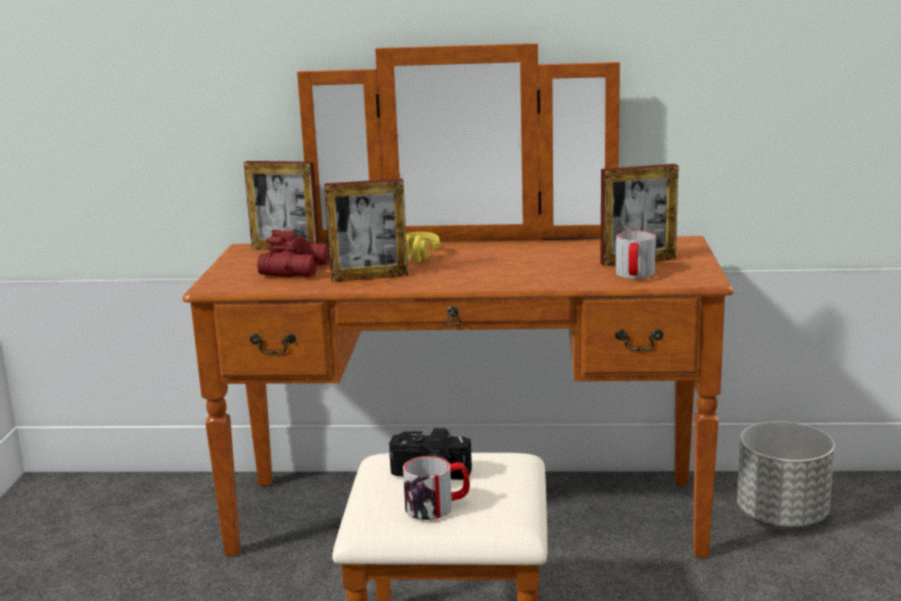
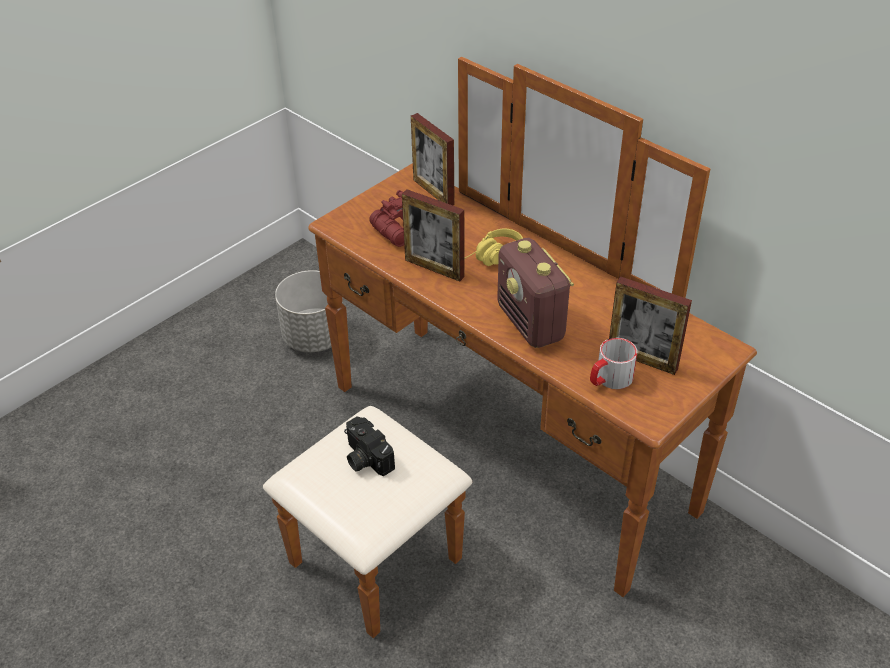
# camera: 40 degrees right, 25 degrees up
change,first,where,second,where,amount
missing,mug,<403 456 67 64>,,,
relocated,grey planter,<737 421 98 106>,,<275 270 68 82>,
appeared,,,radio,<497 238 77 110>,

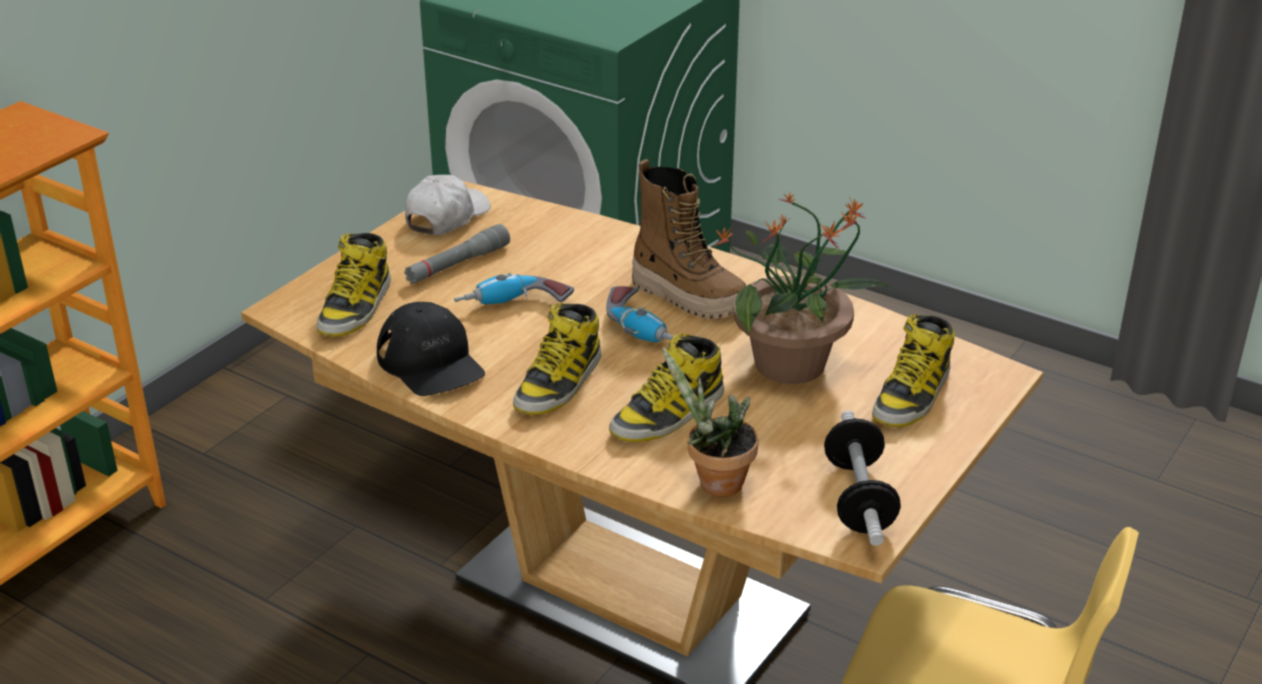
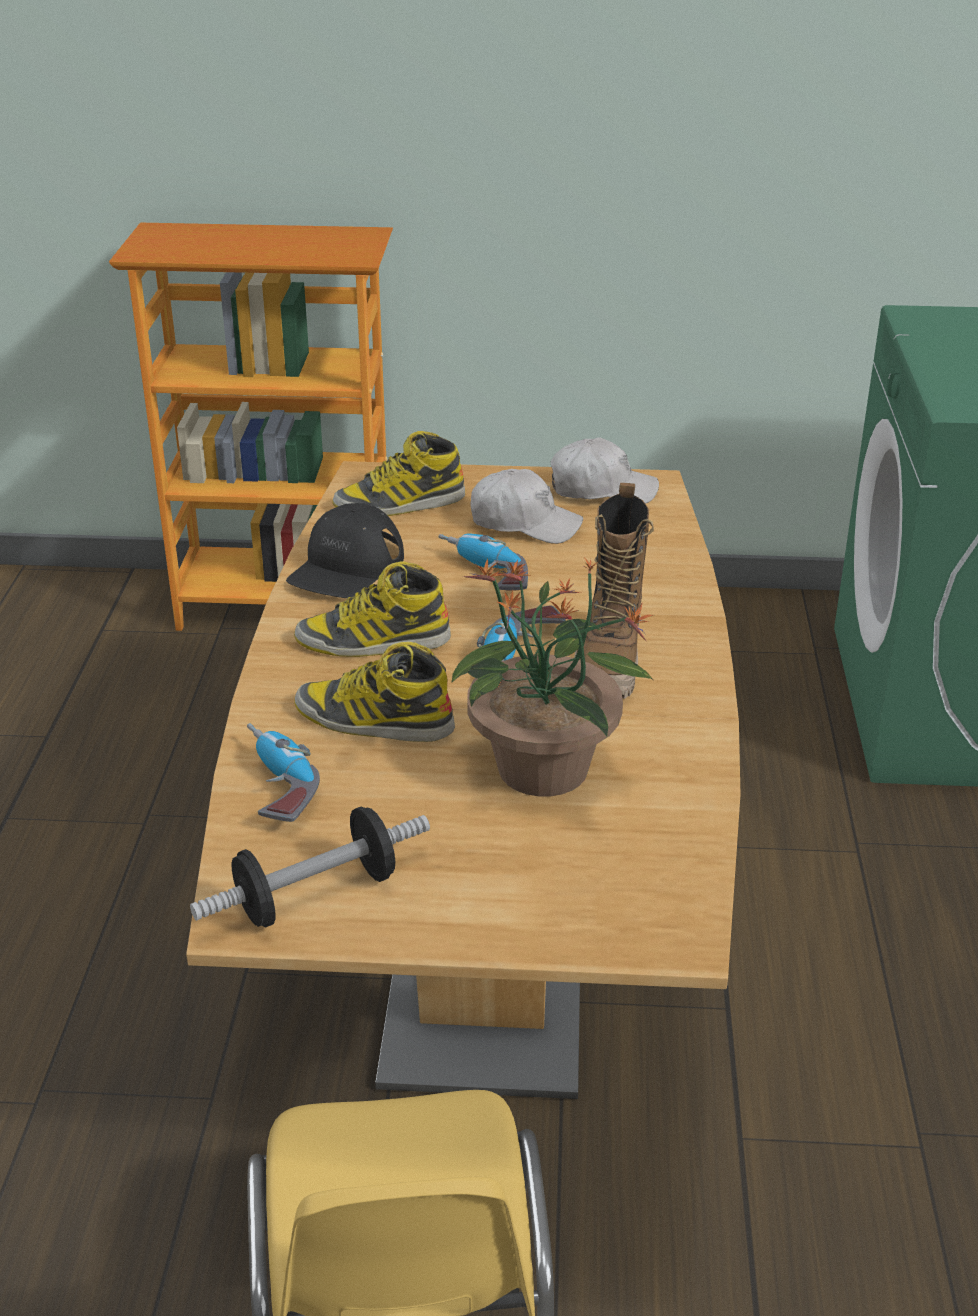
# camera: 60 degrees right, 0 degrees up
change,first,where,second,where,amount
exchanged,grey flashlight,<404 224 106 60>,white cap,<470 469 113 75>,
exchanged,potted plant,<662 347 96 150>,power drill,<247 723 73 99>,
missing,boot,<872 314 83 113>,,,

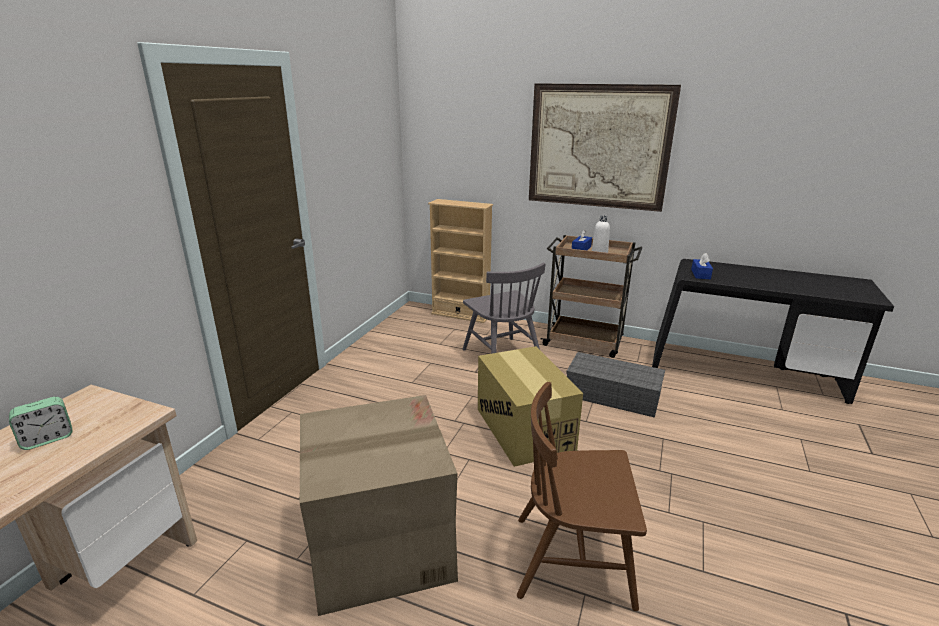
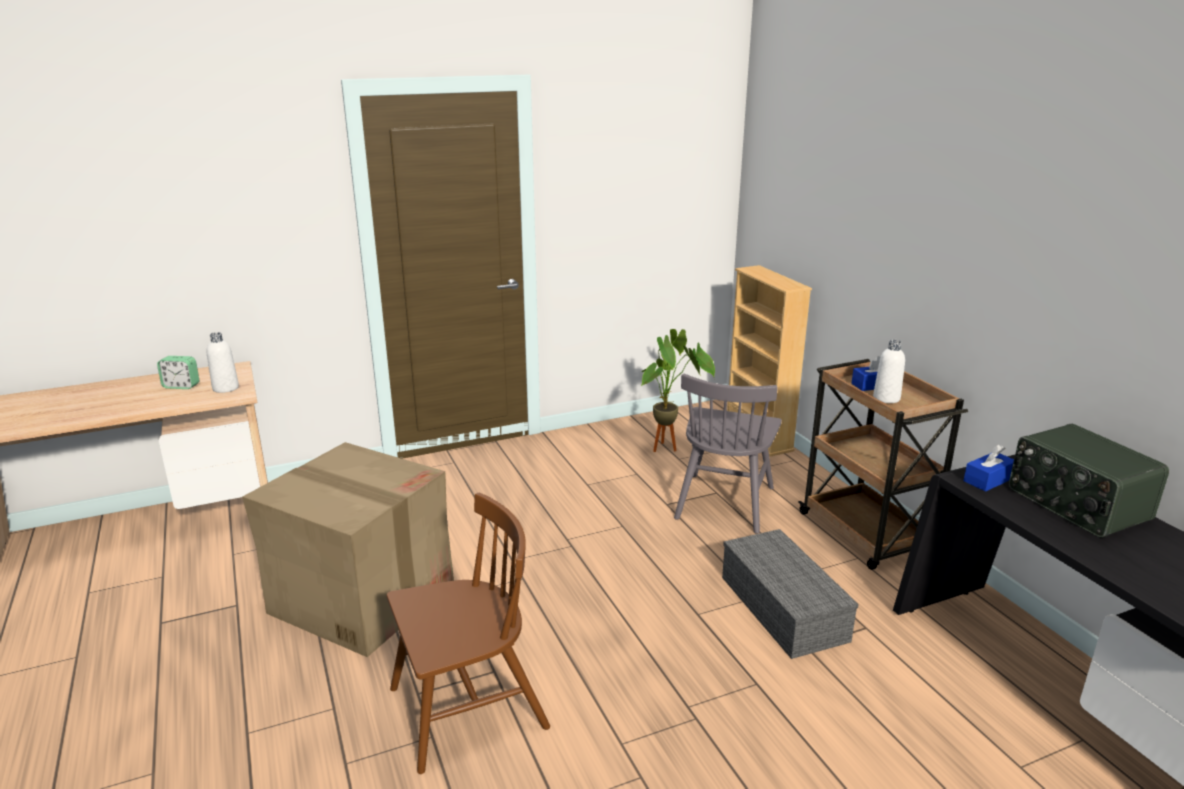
# camera: 45 degrees right, 0 degrees up
change,first,where,second,where,amount
missing,cardboard box,<478 346 105 121>,,,
spun,brown chair,<517 382 130 229>,,<387 493 163 281>,105 degrees clockwise
missing,picture,<529 83 152 129>,,,
appeared,,,white bottle,<207 332 32 61>,
appeared,,,potted plant,<641 329 74 123>,
appeared,,,radio,<1009 424 160 114>,

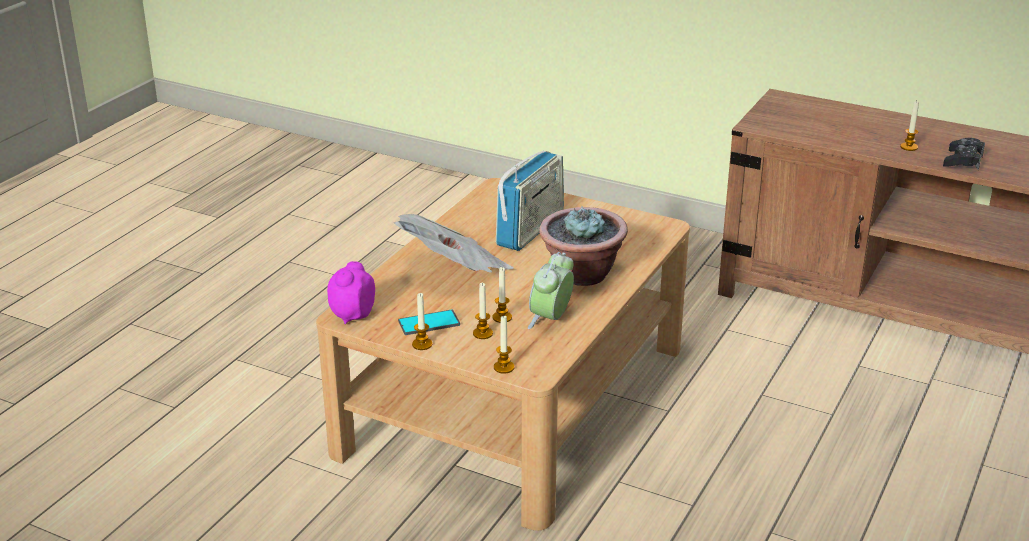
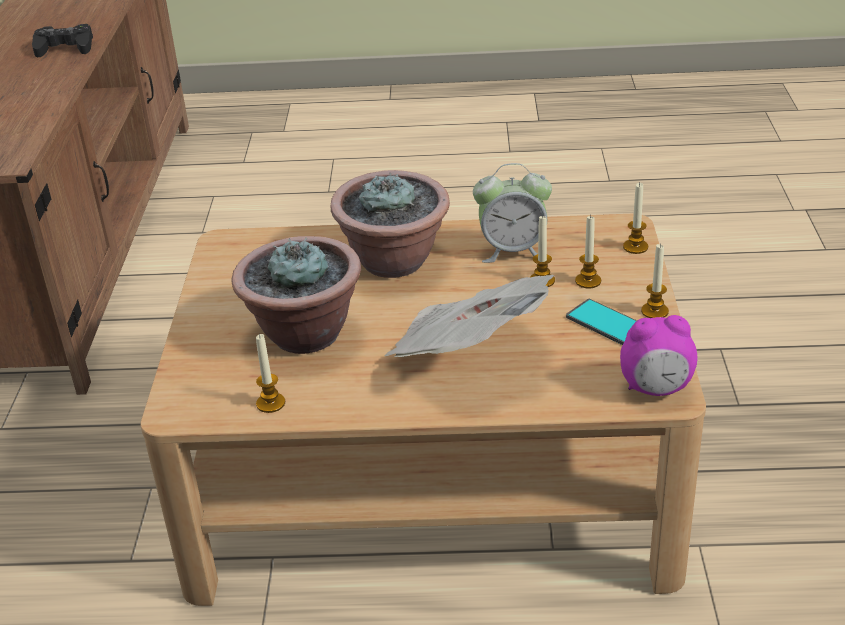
# camera: 115 degrees left, 5 degrees up
change,first,where,second,where,amount
exchanged,radio,<496 151 68 100>,potted plant,<232 236 129 118>,
relocated,candle,<900 101 19 50>,,<256 334 29 79>,

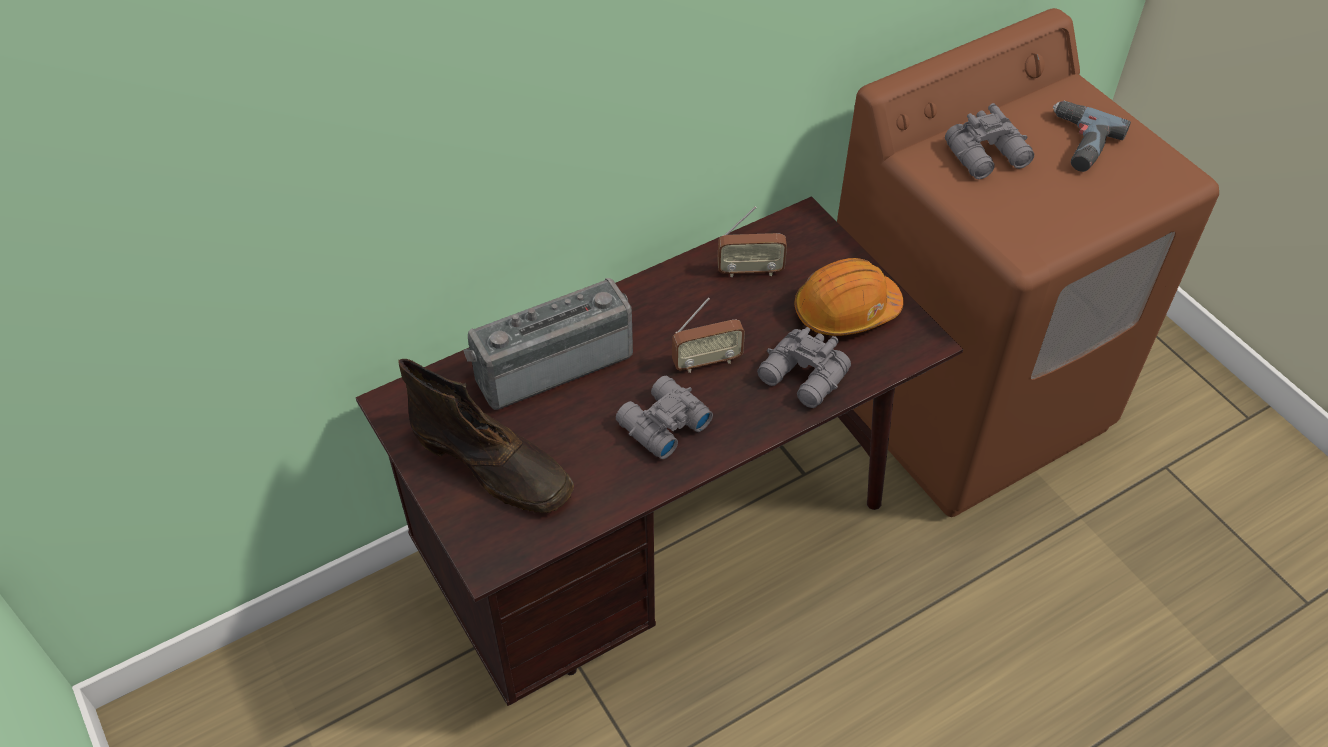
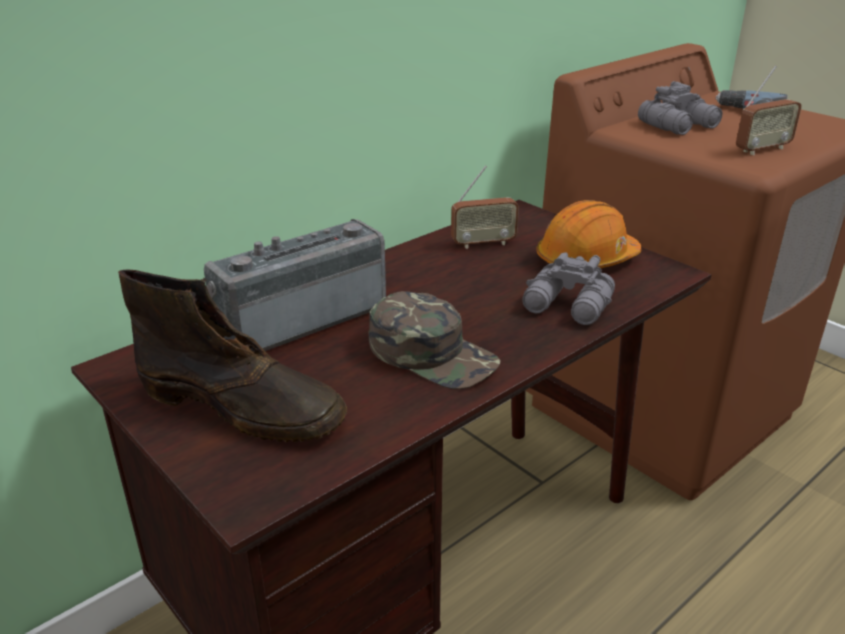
# camera: 10 degrees left, 20 degrees down
change,first,where,second,where,amount
exchanged,grey binoculars,<616 376 97 83>,green cap,<369 291 132 98>,
relocated,radio,<672 298 73 75>,,<736 65 66 90>,

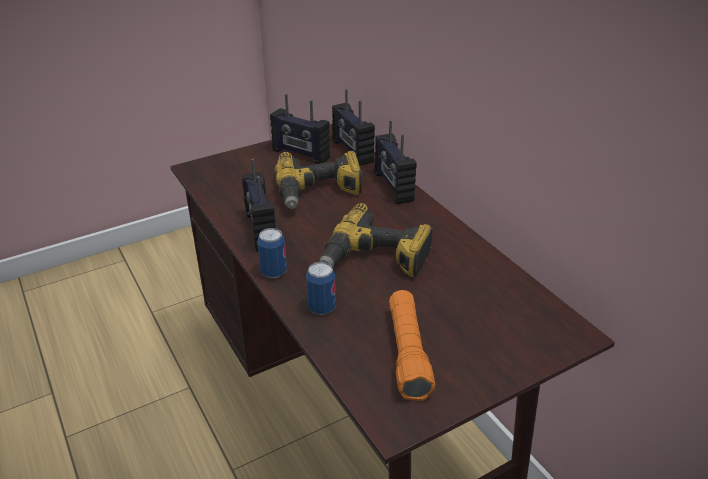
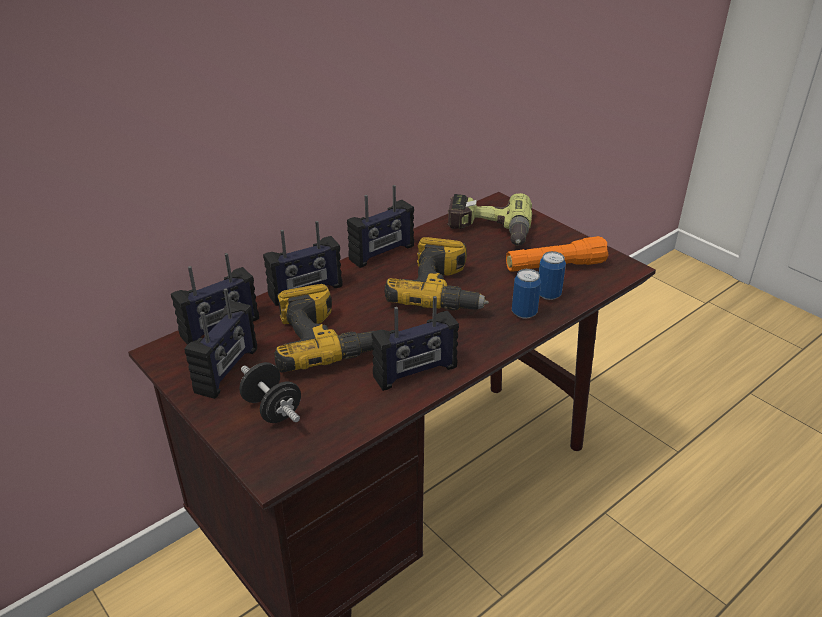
# camera: 100 degrees left, 0 degrees up
change,first,where,second,where,amount
relocated,can,<257 228 30 50>,,<539 251 27 49>,
appeared,,,black dumbbell,<239 362 62 61>,
appeared,,,radio,<347 185 67 83>,
appeared,,,power drill,<447 193 85 53>,

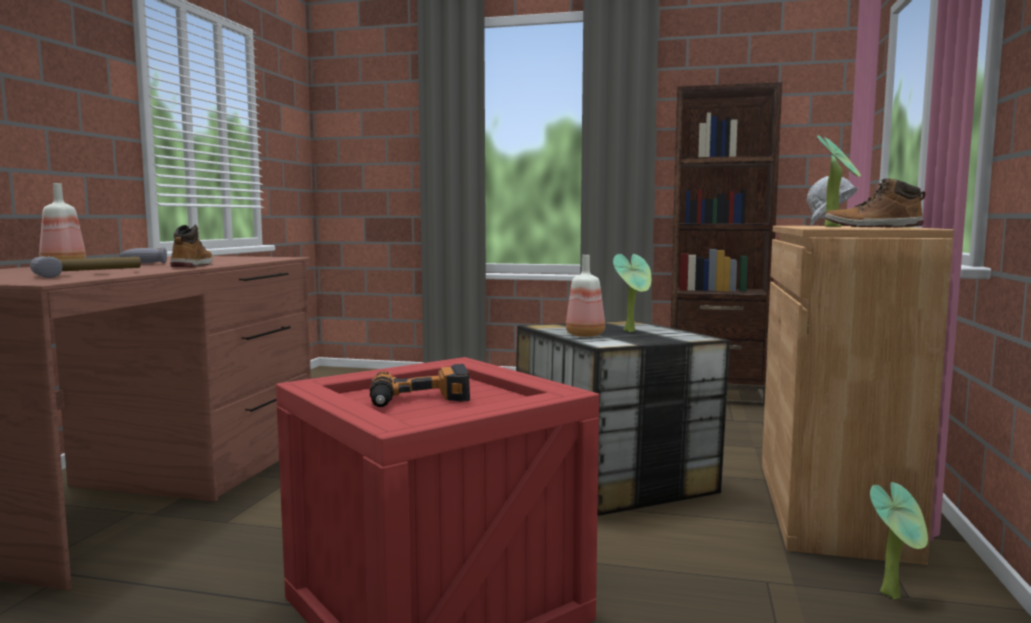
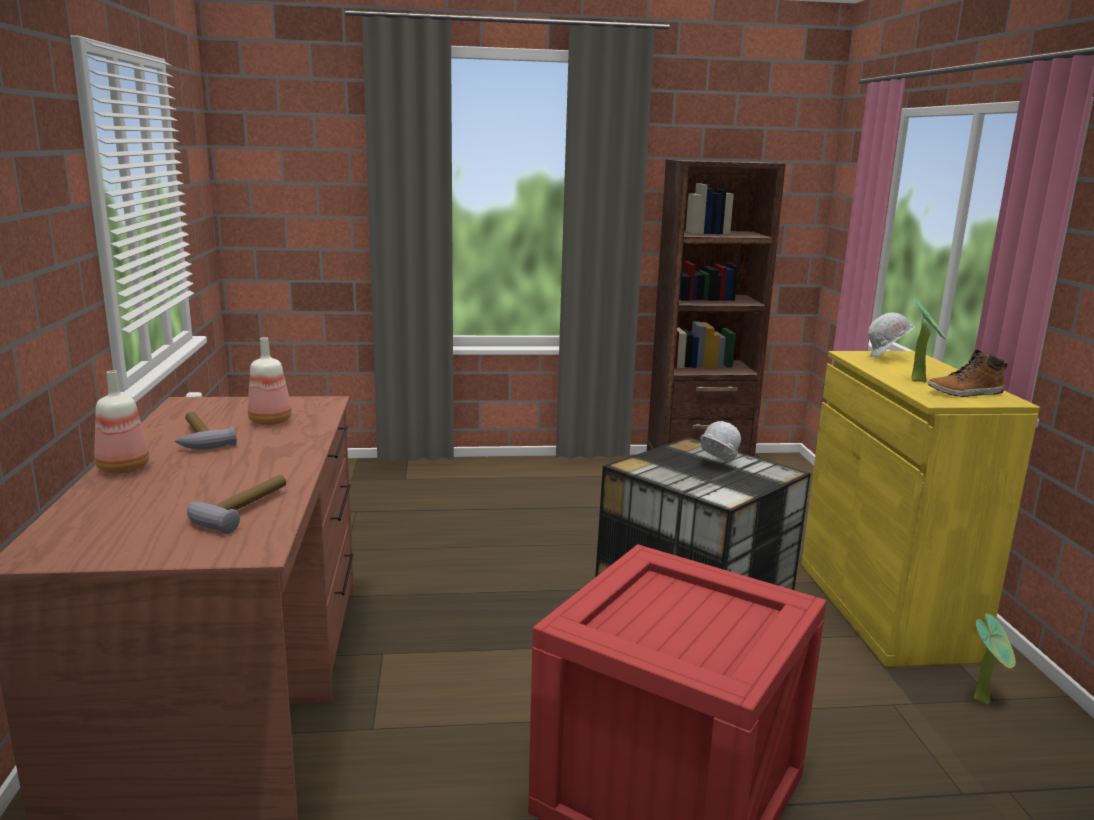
# camera: 20 degrees left, 10 degrees up
change,first,where,second,where,amount
missing,boot,<170 224 43 44>,,,
missing,power drill,<370 364 100 43>,,,
relocated,bottle,<566 255 39 82>,,<248 337 44 88>,
exchanged,potted plant,<613 254 38 78>,white hard hat,<700 421 41 41>,
colour,brown cabinet,<762 226 192 339>,yellow cabinet,<801 351 239 316>,

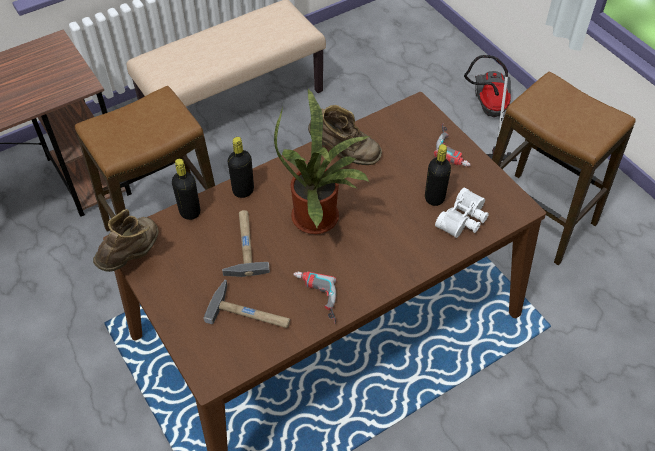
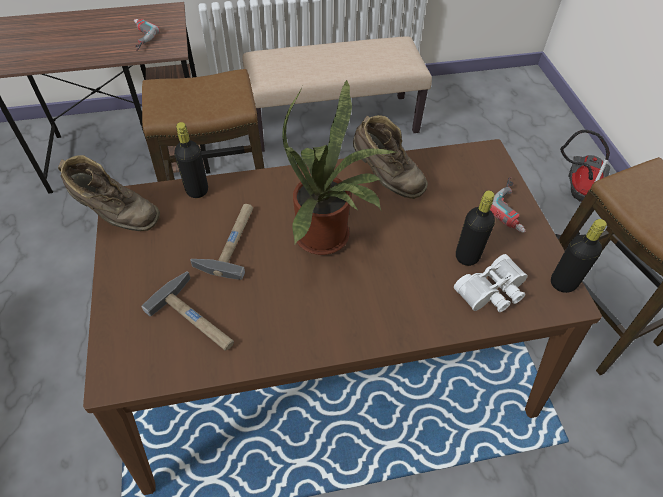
# camera: 20 degrees right, 0 degrees up
change,first,where,second,where,amount
spun,brown boot,<93 209 66 63>,,<58 155 102 76>,60 degrees clockwise
relocated,black bottle,<228 137 26 61>,,<551 219 56 74>,
relocated,power drill,<293 272 44 52>,,<134 19 26 32>,

